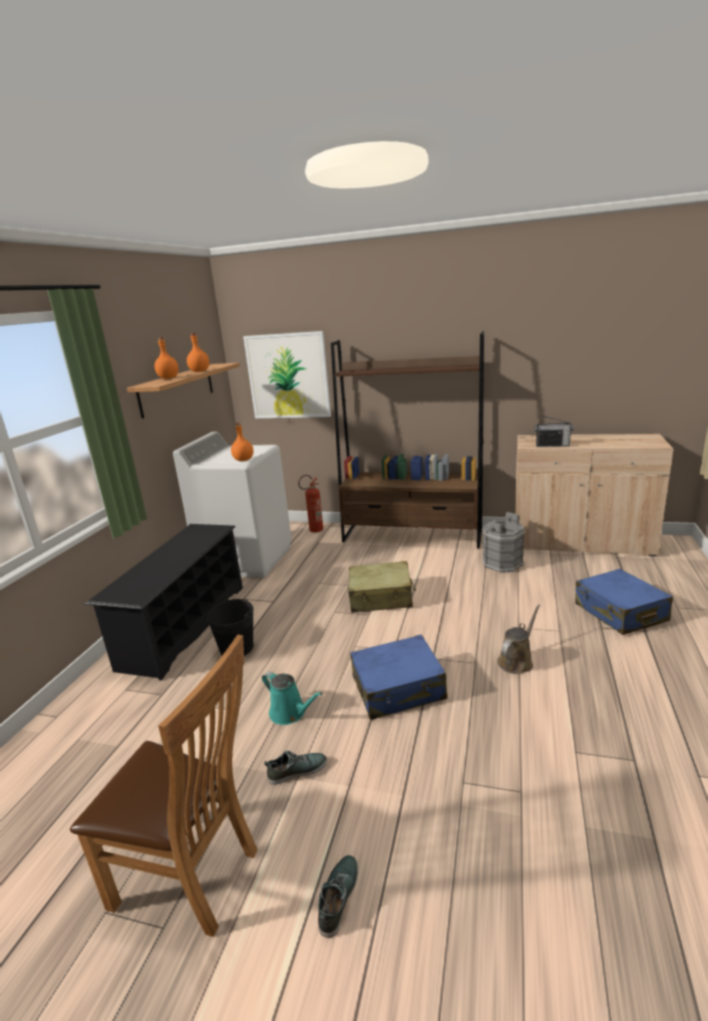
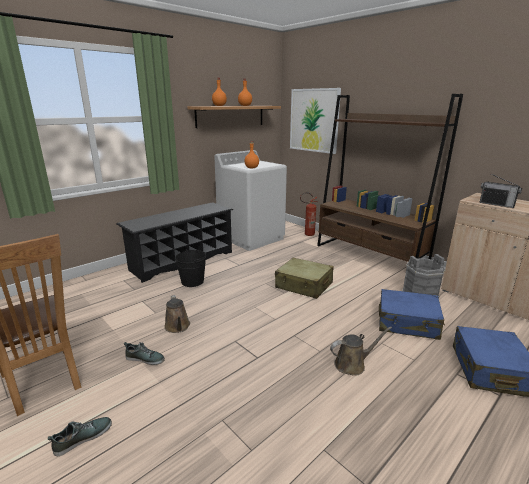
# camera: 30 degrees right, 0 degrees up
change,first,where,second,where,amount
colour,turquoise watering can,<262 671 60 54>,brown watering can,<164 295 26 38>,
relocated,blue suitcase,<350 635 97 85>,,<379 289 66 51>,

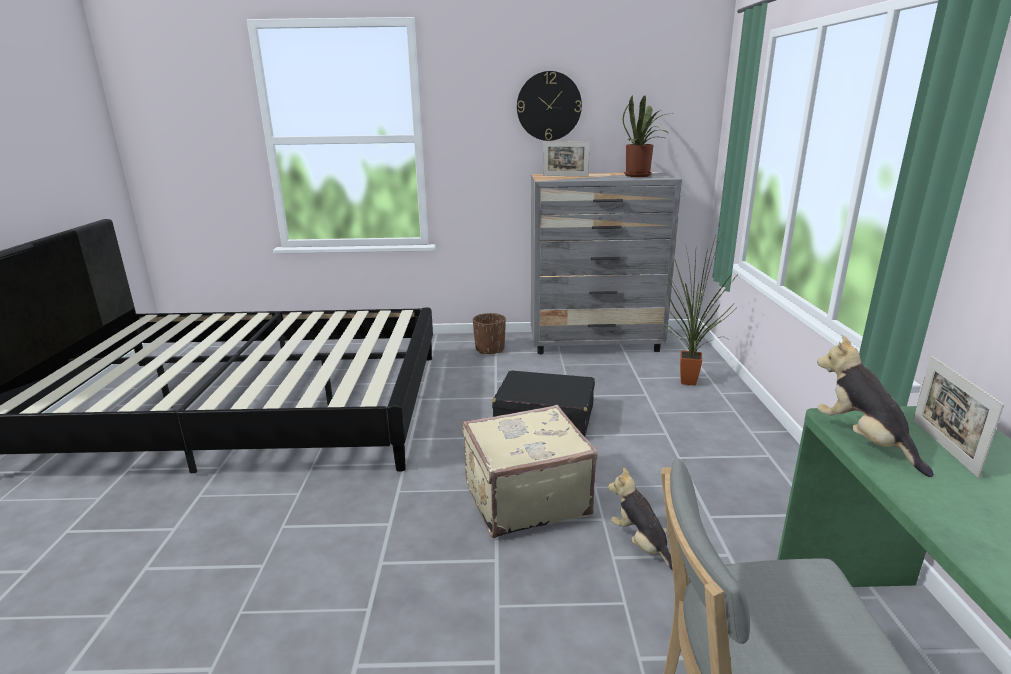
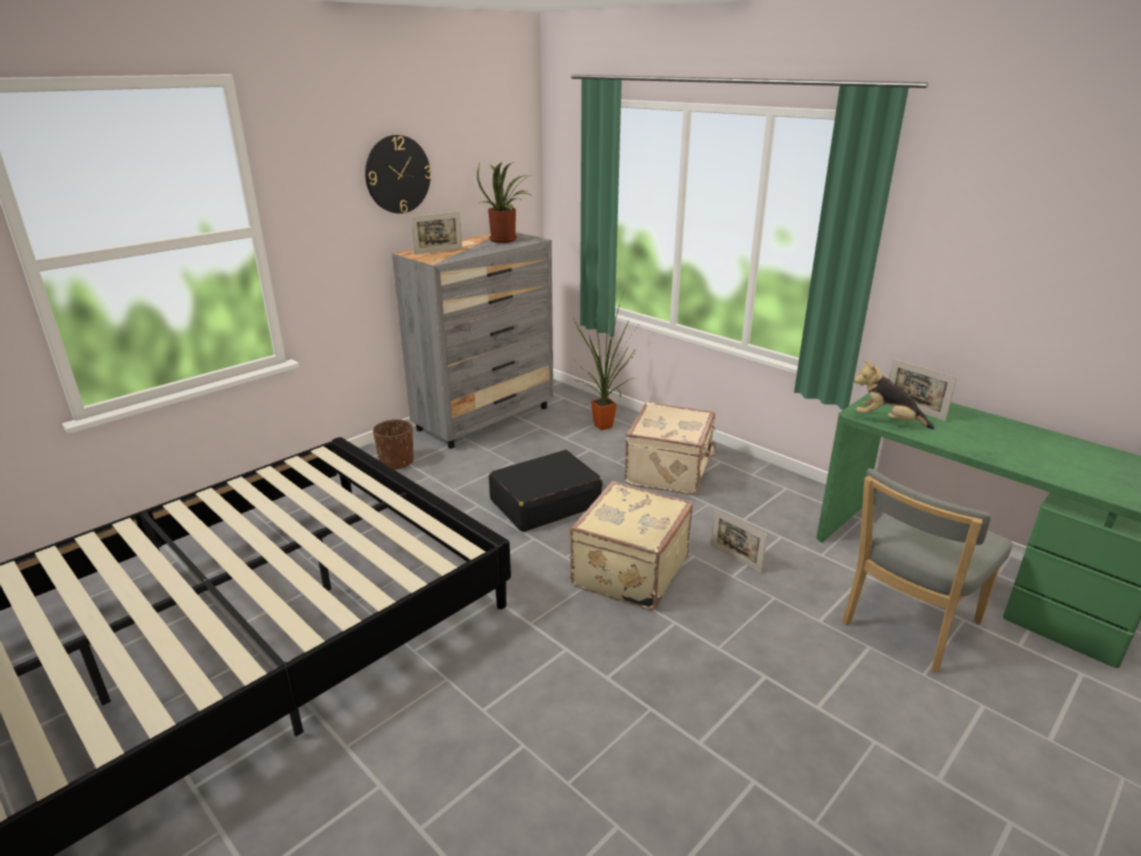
# camera: 45 degrees left, 5 degrees up
change,first,where,second,where,amount
exchanged,plush toy,<608 467 65 104>,picture frame,<711 509 56 64>,
appeared,,,beige suitcase,<624 402 92 93>,

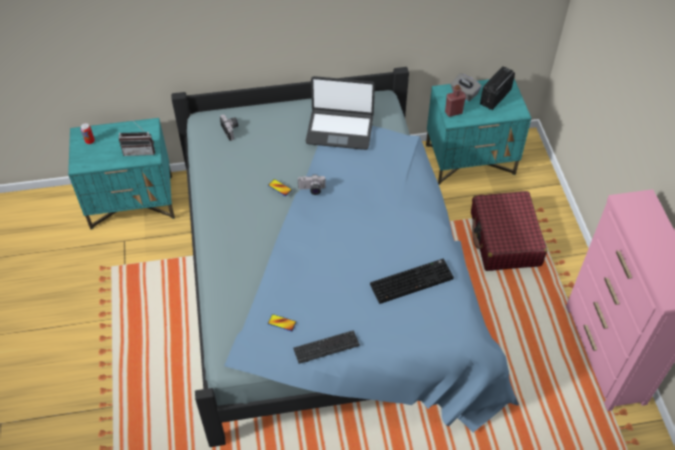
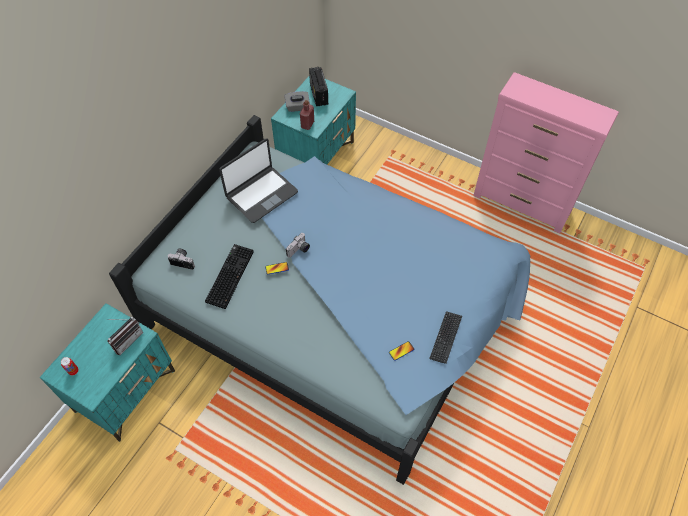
# camera: 50 degrees left, 5 degrees up
change,first,where,second,where,amount
relocated,keyboard,<370 259 84 45>,,<205 244 49 65>,
missing,red suitcase,<471 191 76 80>,,,

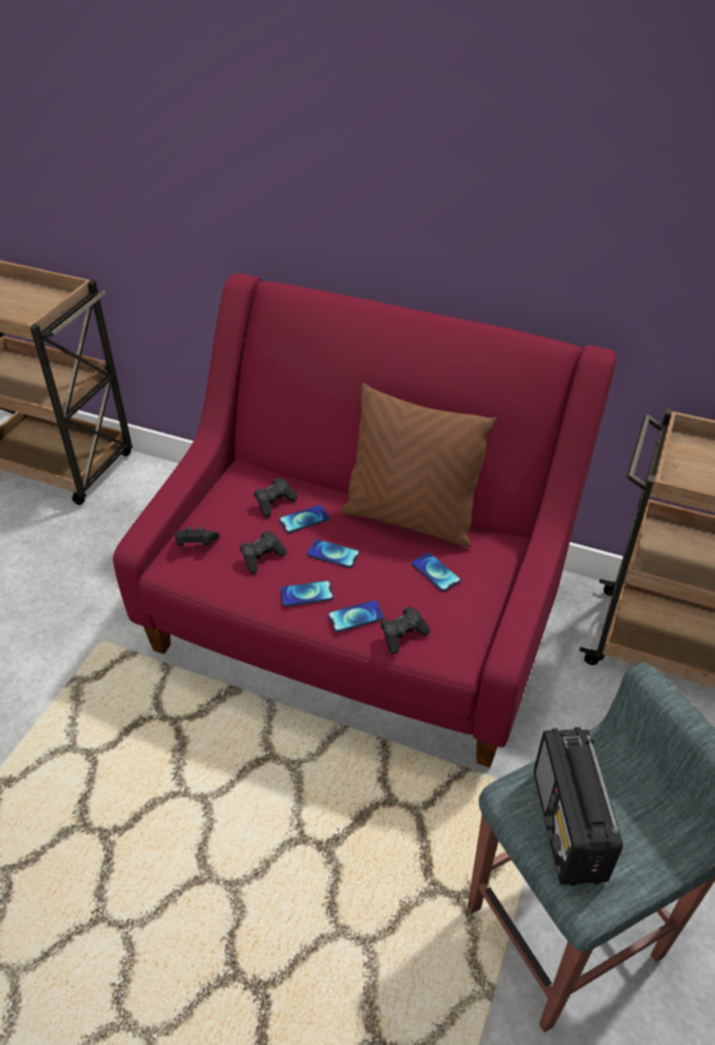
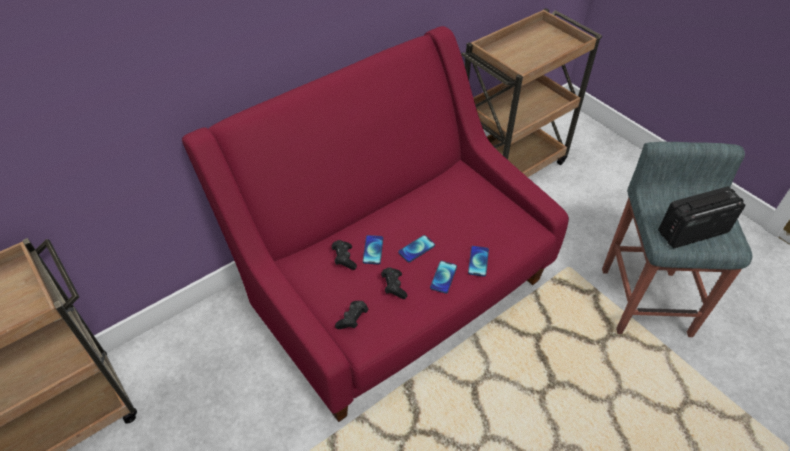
# camera: 60 degrees left, 5 degrees up
change,first,where,second,where,amount
missing,brown pillow,<341 383 156 164>,,,
missing,black game controller,<381 606 49 48>,,,
missing,phone,<412 552 49 40>,,,
spun,radio,<534 727 89 159>,,<658 186 88 63>,135 degrees clockwise

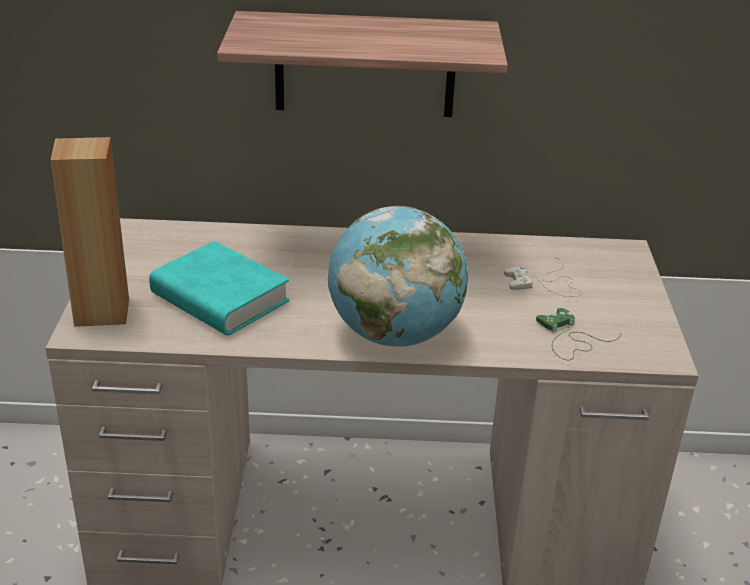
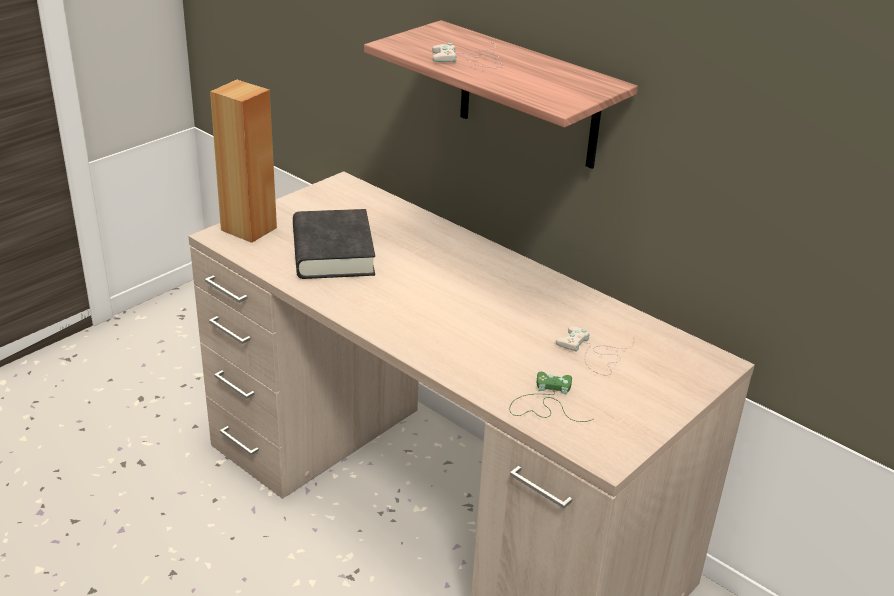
# camera: 40 degrees right, 0 degrees up
change,first,where,second,where,amount
colour,turquoise book,<149 241 140 94>,black book,<293 209 82 70>,
missing,globe,<328 206 140 140>,,,
appeared,,,white game controller,<432 41 72 27>,

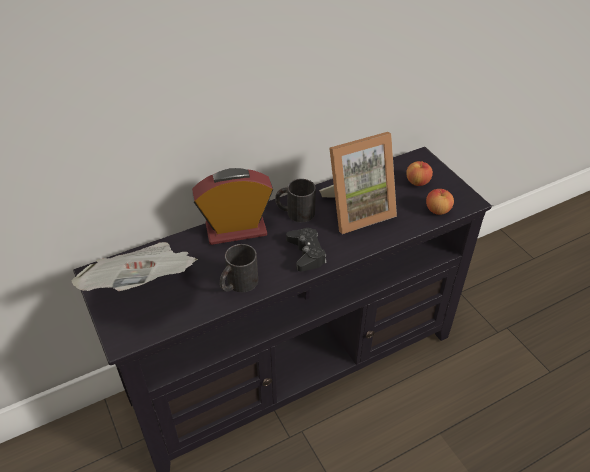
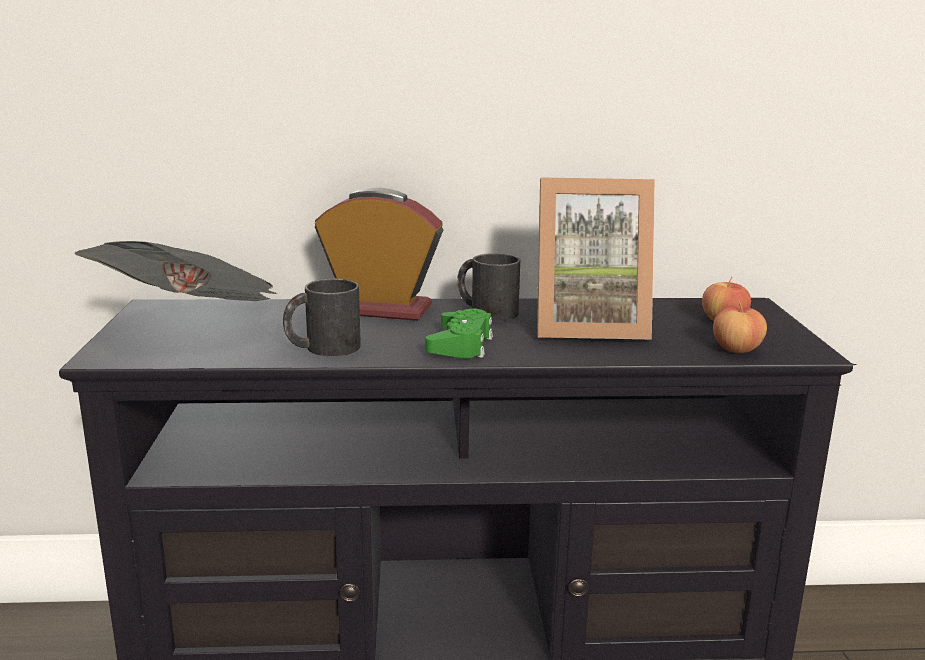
# camera: 25 degrees right, 25 degrees down
change,first,where,second,where,amount
colour,black game controller,<286 228 41 44>,green game controller,<425 308 68 50>,

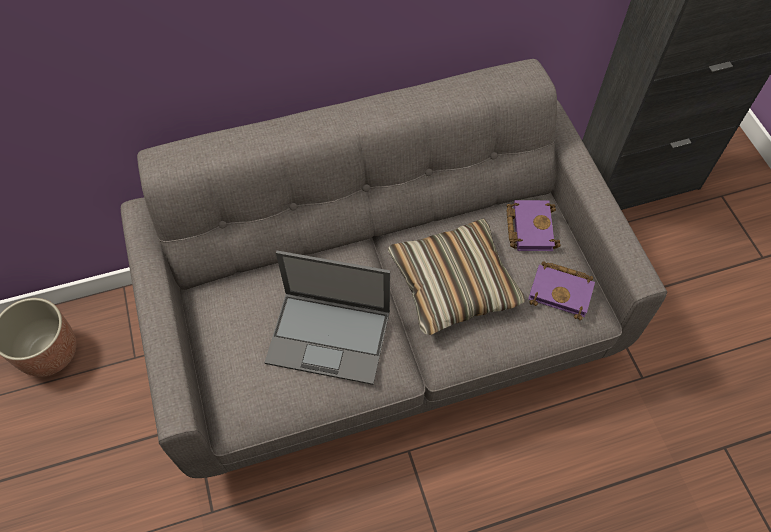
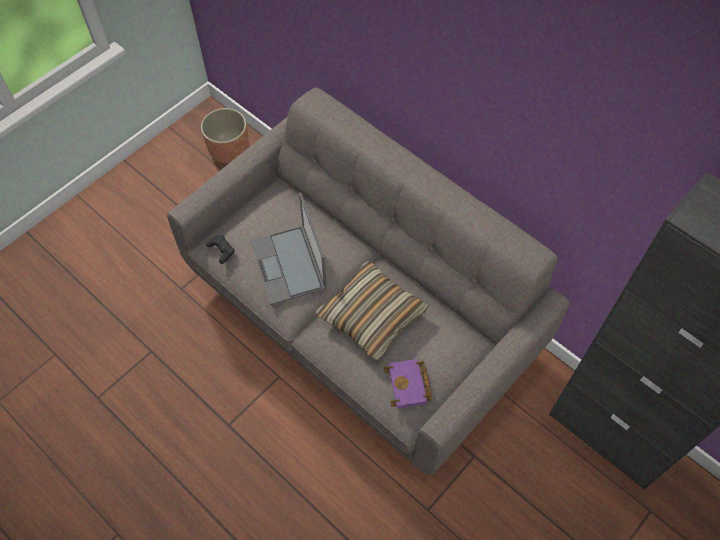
# camera: 60 degrees right, 0 degrees up
change,first,where,second,where,amount
missing,purple book,<506 200 55 51>,,,
appeared,,,black game controller,<206 235 29 29>,

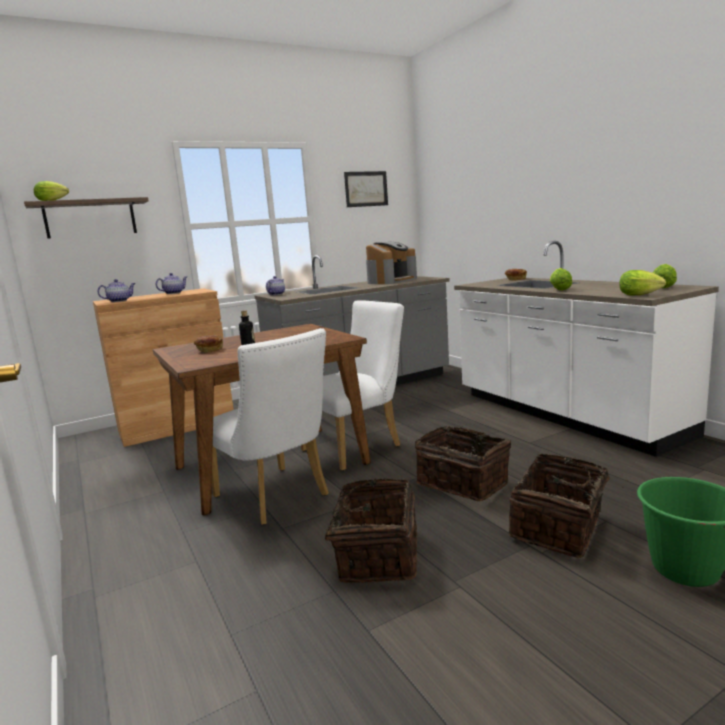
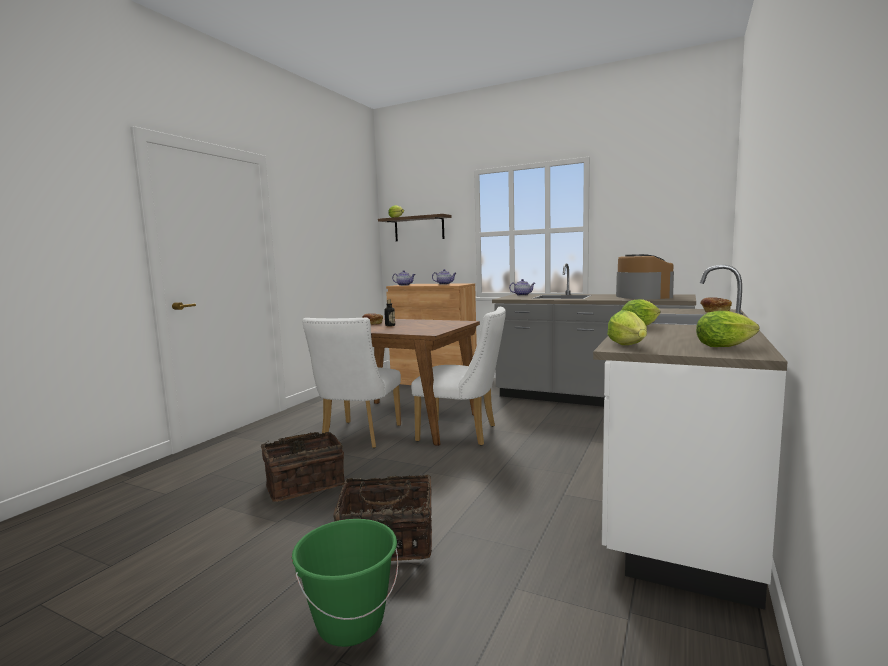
# camera: 55 degrees right, 5 degrees down
change,first,where,second,where,amount
missing,picture,<344 171 44 36>,,,
spun,coffee machine,<366 242 51 42>,,<616 254 58 45>,105 degrees counterclockwise
missing,basket,<415 426 96 75>,,,

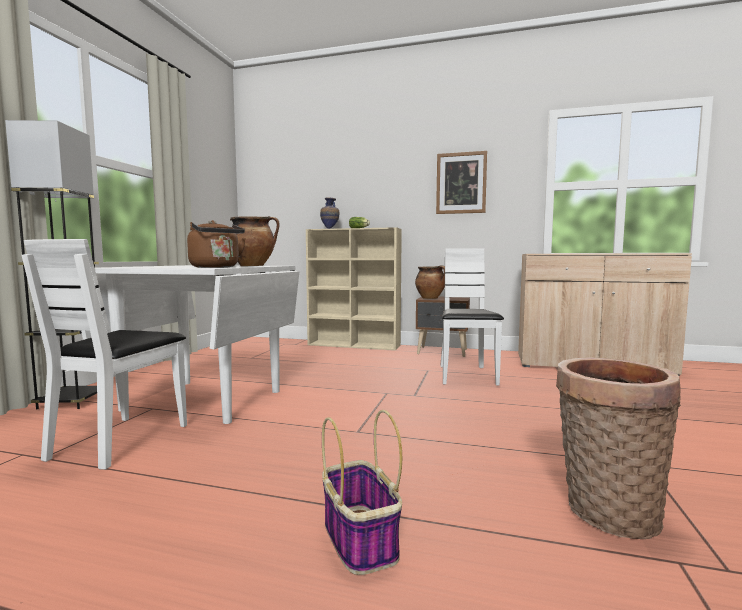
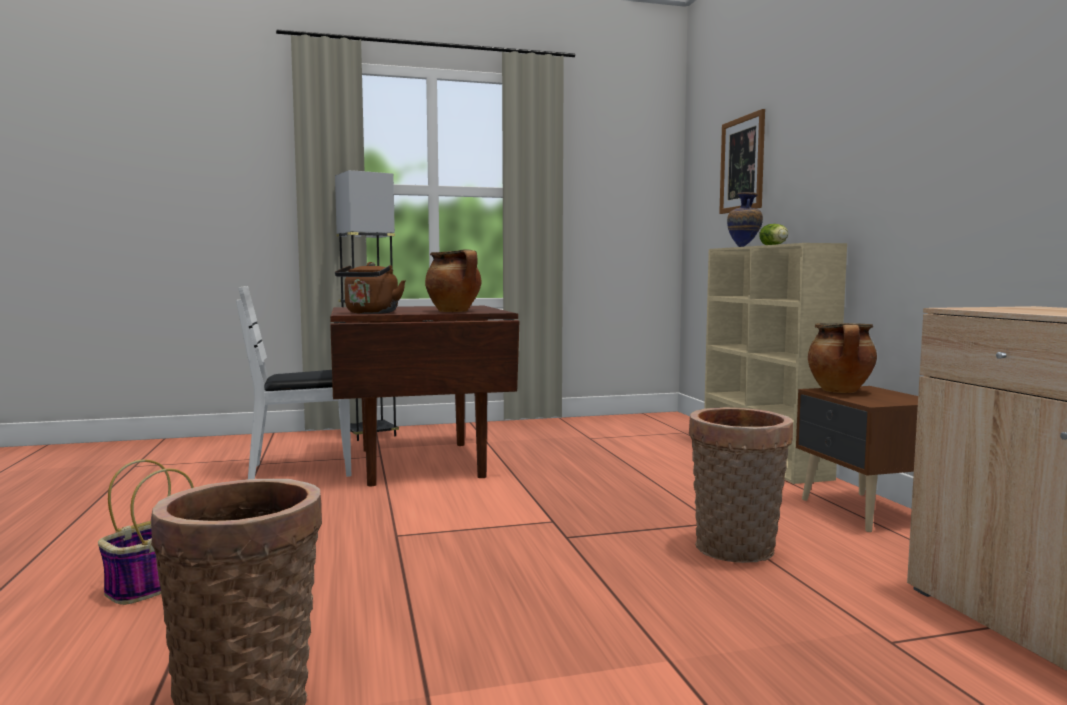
# camera: 60 degrees right, 0 degrees up
change,first,where,second,where,amount
colour,white dining table,<81 265 219 159>,brown dining table,<330 306 189 180>,
relocated,picture,<436 151 51 63>,,<719 109 46 105>,
exchanged,white chair,<440 248 64 138>,basket,<689 407 104 156>,

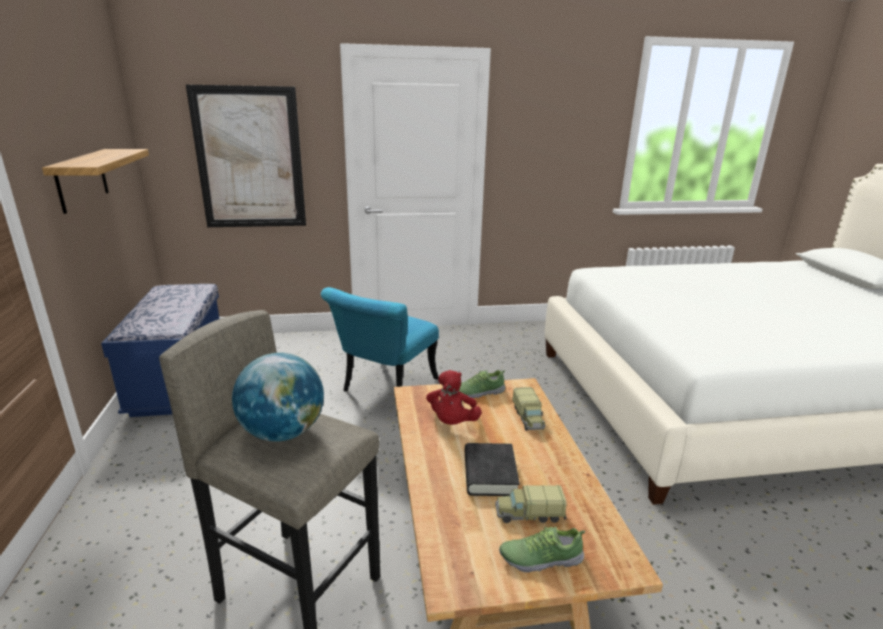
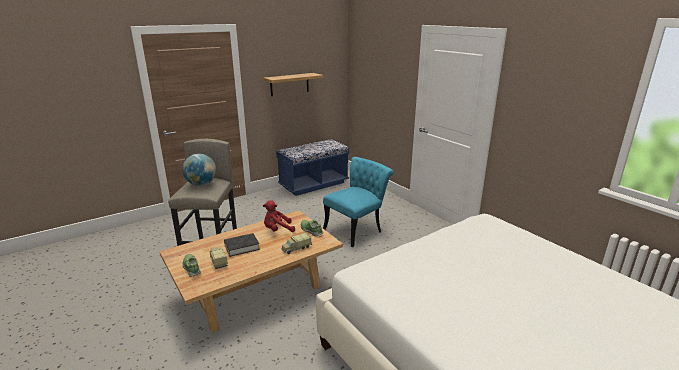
# camera: 65 degrees right, 0 degrees up
change,first,where,second,where,amount
missing,picture,<186 85 120 142>,,,
spun,turquoise chair,<321 287 118 105>,,<323 157 71 90>,135 degrees clockwise

